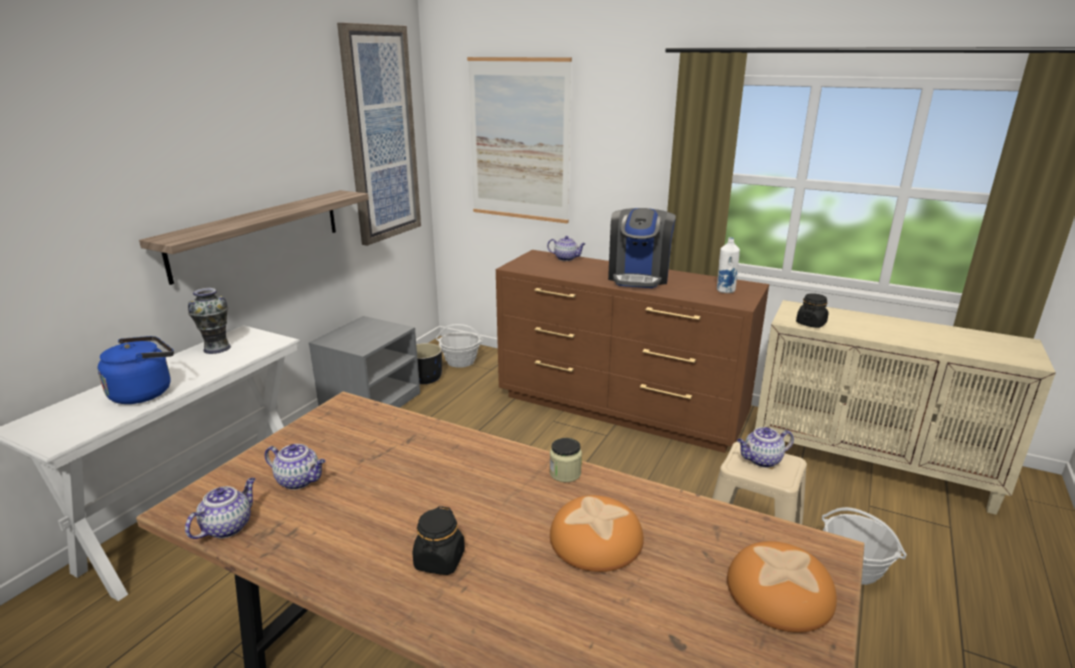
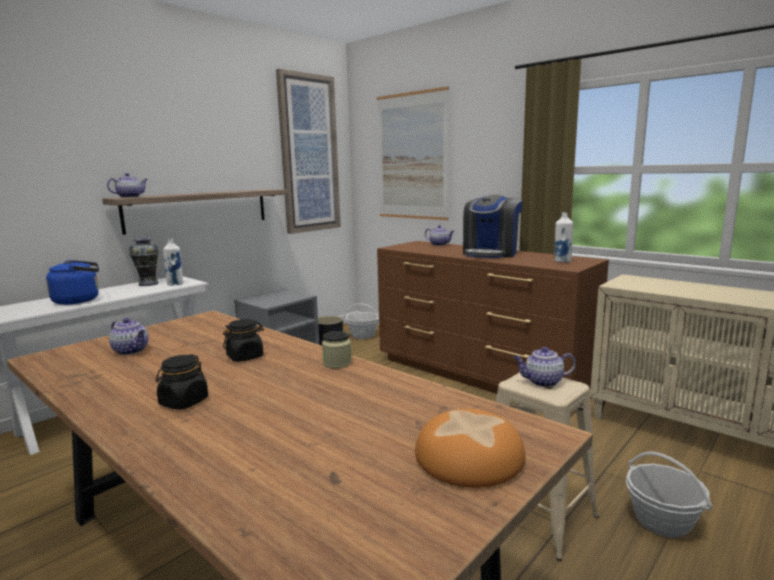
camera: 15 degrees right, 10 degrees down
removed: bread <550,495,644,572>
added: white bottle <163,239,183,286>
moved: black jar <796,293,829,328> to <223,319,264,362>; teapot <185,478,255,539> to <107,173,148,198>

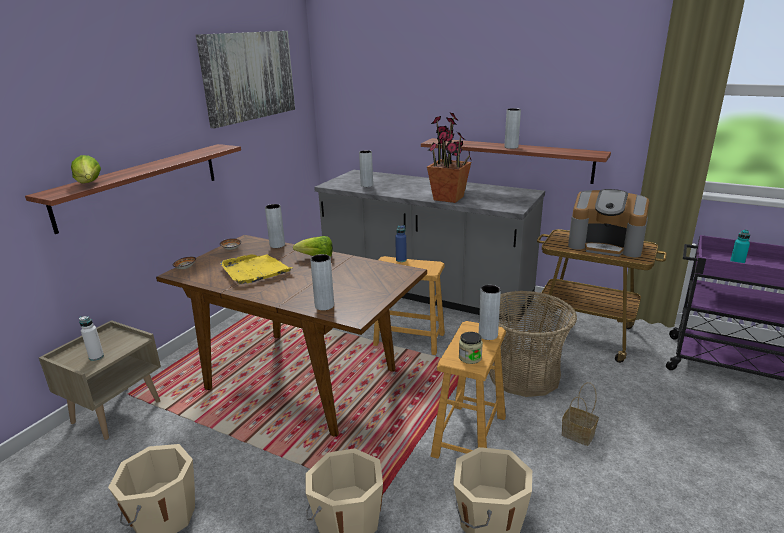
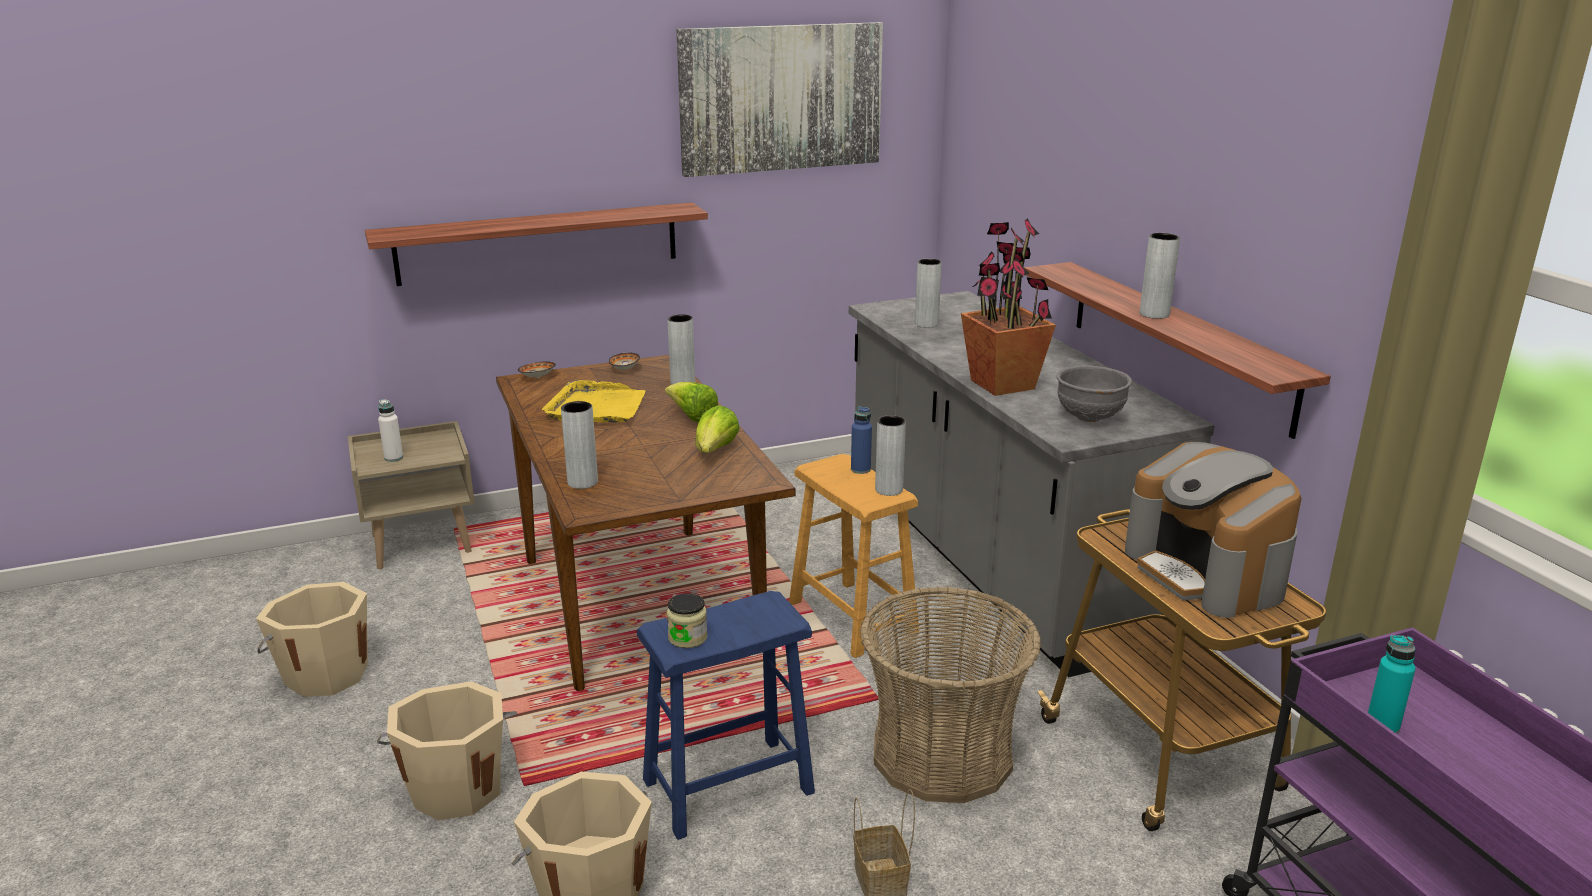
camera: 40 degrees right, 0 degrees up
added: grey bowl <1056,366,1132,422>
moved: lettuce <71,155,101,184> to <695,405,739,453>; grey vase <479,285,501,340> to <875,415,906,496>
recoloured: brown stool <431,321,506,459> to blue stool <637,591,815,840>

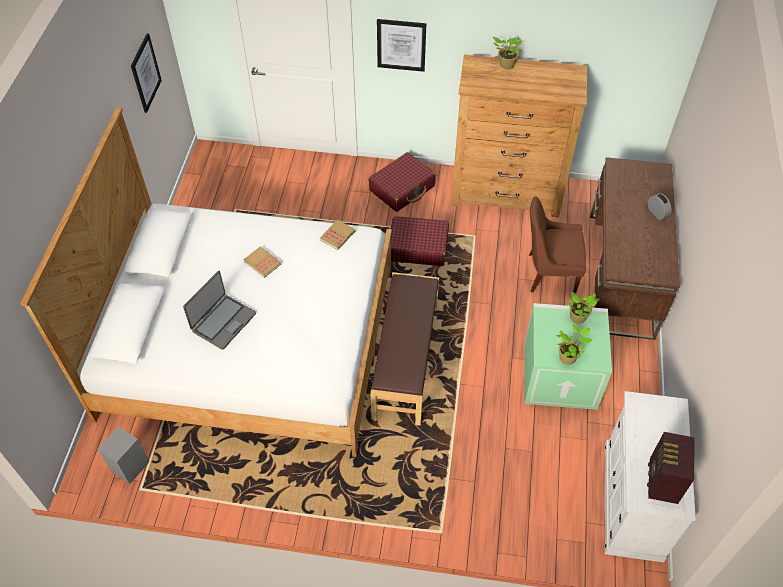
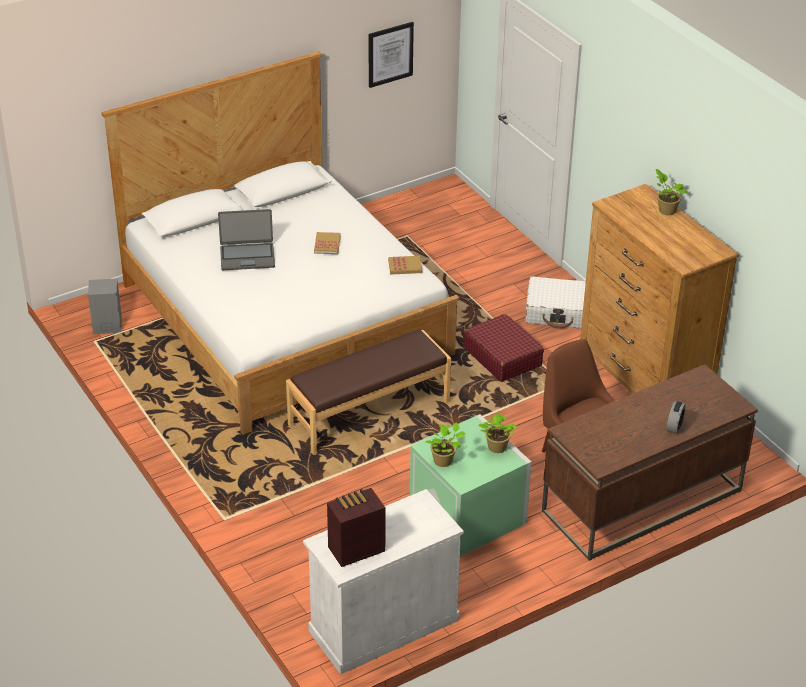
camera: 50 degrees right, 15 degrees down
removed: picture <377,19,426,72>
recoloured: red suitcase <368,152,436,212> to white suitcase <526,276,586,329>

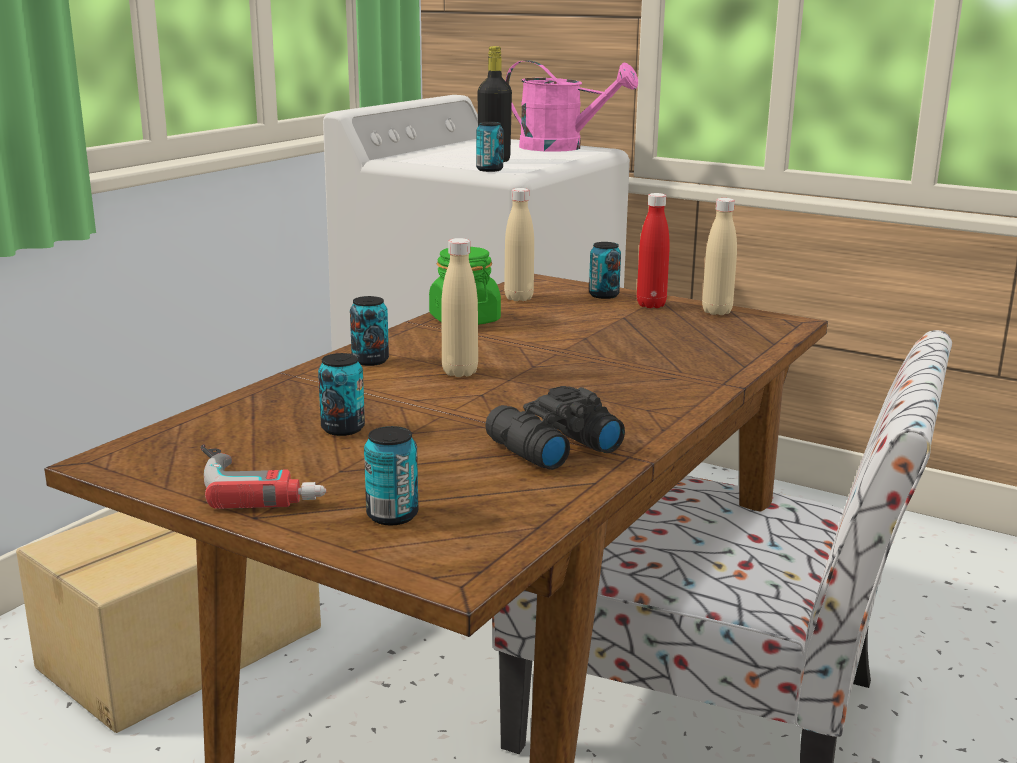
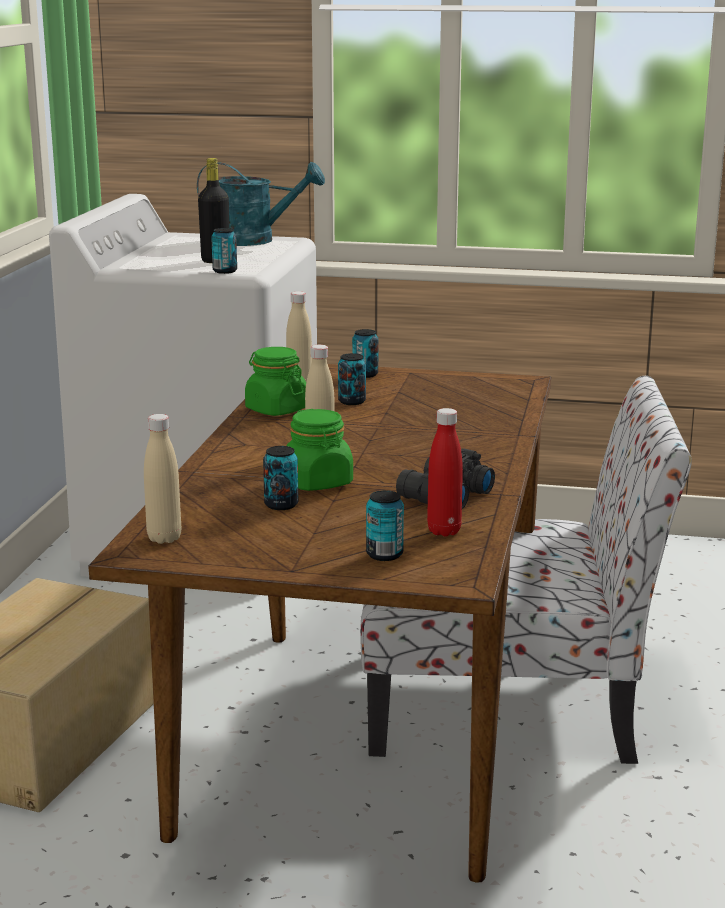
camera: 20 degrees left, 0 degrees up
removed: power drill <200,444,326,509>
added: green jar <286,409,353,491>
moved: red bottle <637,193,670,308> to <427,408,463,537>; beige bottle <702,198,737,315> to <144,414,181,544>; can <350,296,389,366> to <338,353,366,405>
recoloured: pink watering can <506,60,638,152> to turquoise watering can <197,162,325,246>

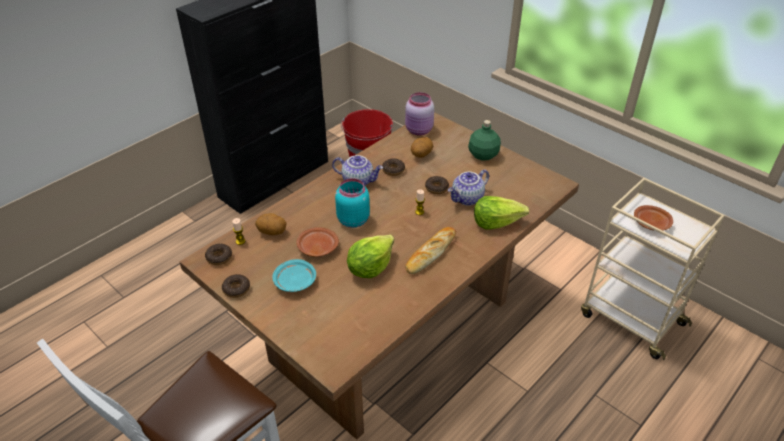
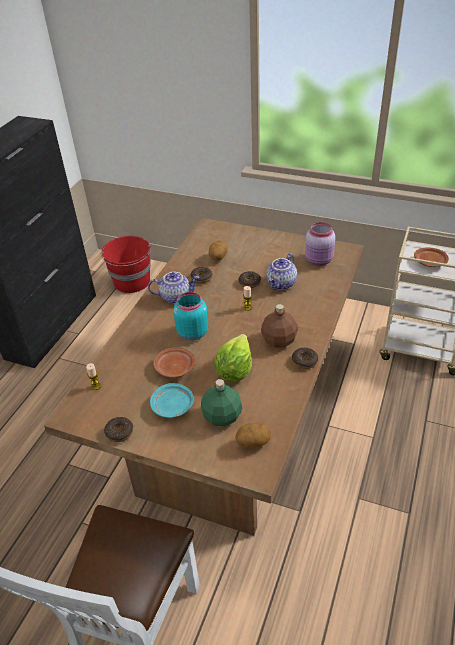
camera: 20 degrees left, 0 degrees up
removed: lettuce <474,196,529,230>
moved: pink jar <405,92,434,135> to <305,222,336,266>; green bottle <468,120,501,161> to <201,379,242,426>; potato <255,213,286,235> to <236,423,271,449>; donut <205,244,232,265> to <292,348,318,369>
replaced: bread <405,227,456,274> to brown bottle <261,304,298,348>

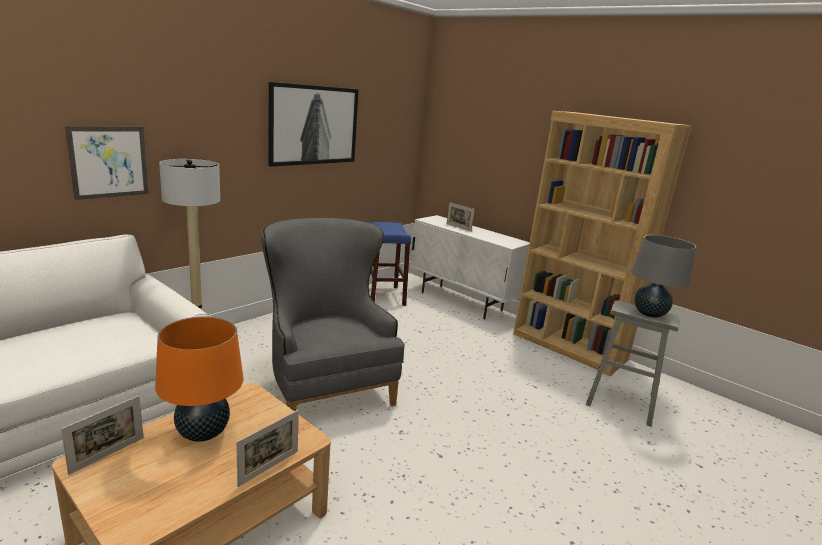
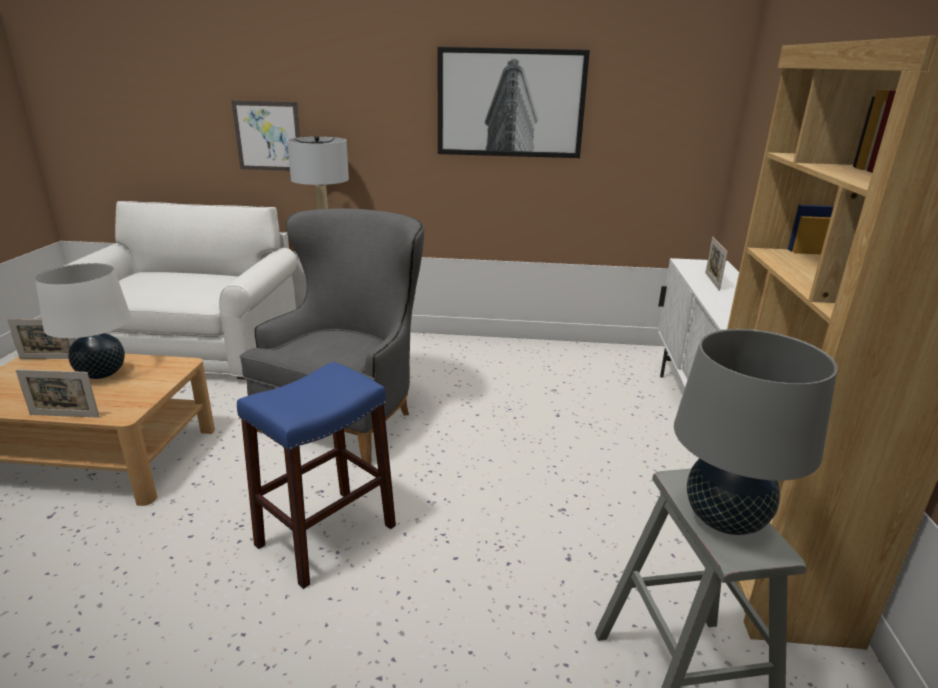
camera: 55 degrees right, 5 degrees up
moved: blue stool <370,222,411,306> to <237,362,396,589>
recoloured: orange table lamp <155,316,244,442> to white table lamp <35,263,131,379>

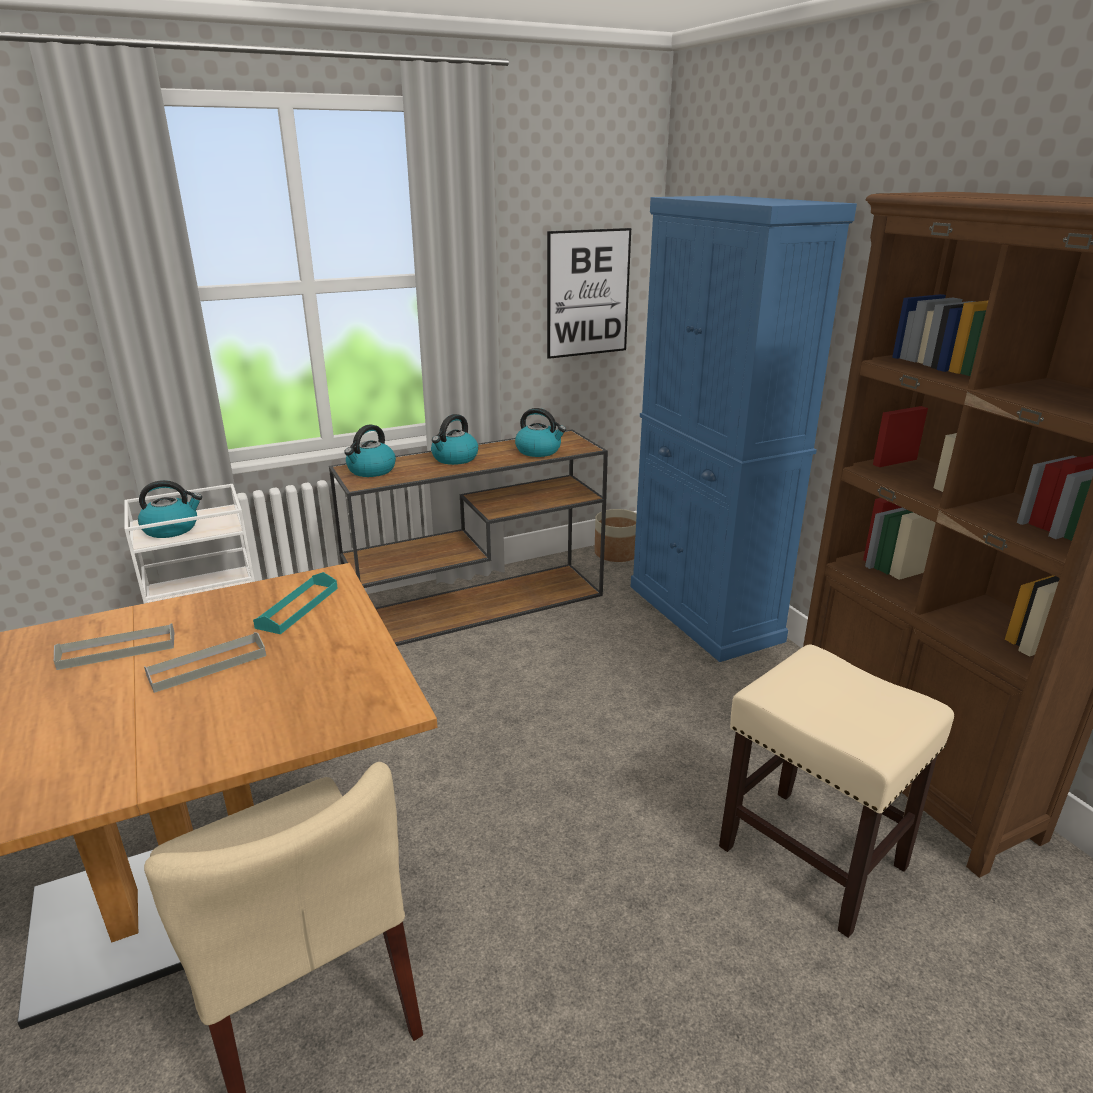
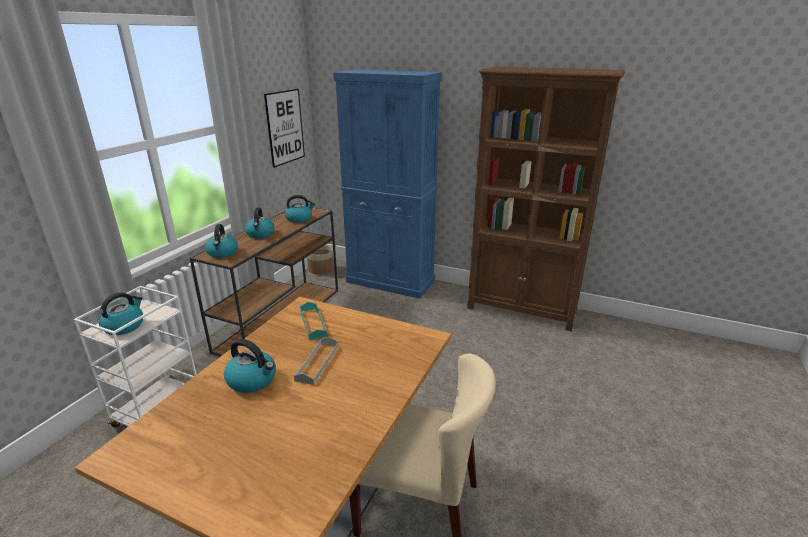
camera: 40 degrees left, 0 degrees up
removed: beige stool <719,644,954,938>
replaced: grey tray <54,623,174,670> to kettle <224,339,276,393>

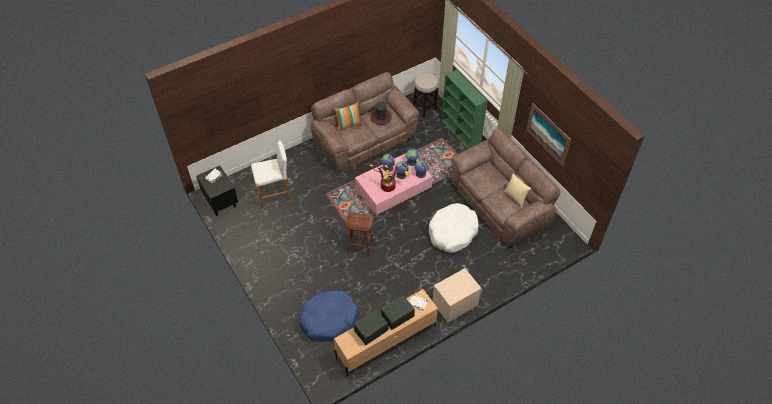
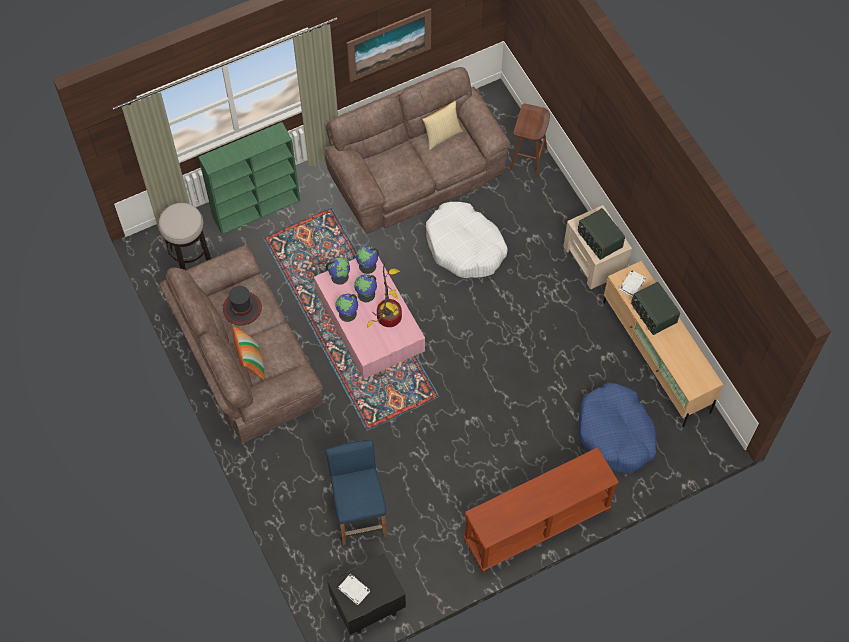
camera: 85 degrees left, 10 degrees up
added: brown console table <463,447,619,573>
moved: brown stool <345,212,374,257> to <510,104,550,177>; radio <354,309,388,345> to <578,208,625,260>
recoloured: white stool <251,140,293,208> to blue stool <325,440,387,545>

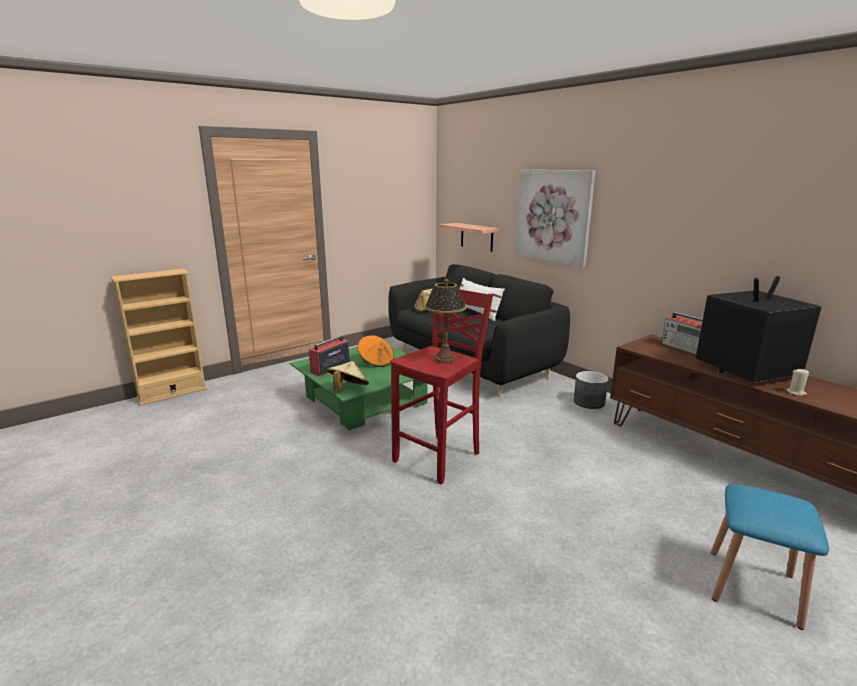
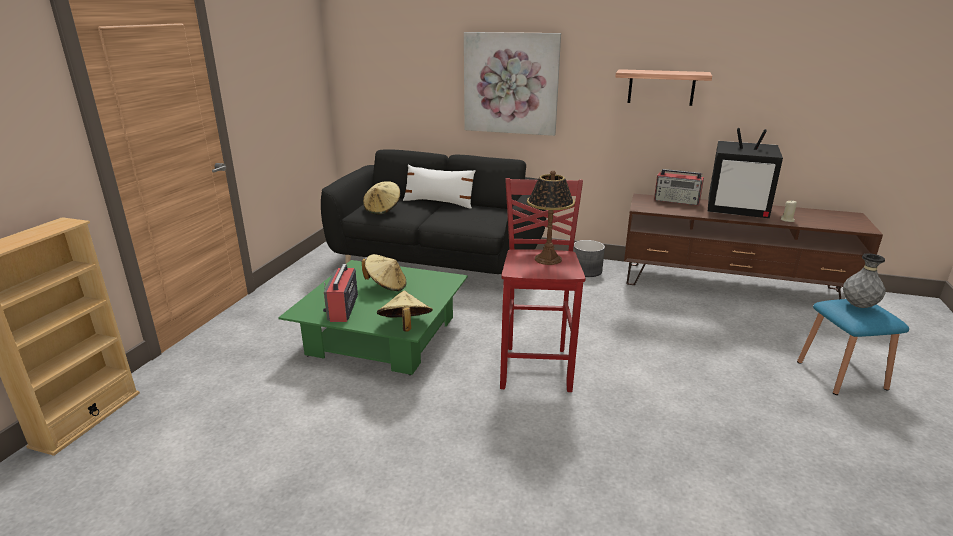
camera: 35 degrees left, 5 degrees up
added: grey vase <843,253,886,308>
moved: shelf <439,223,500,252> to <615,69,712,106>
recoloured: orange hat <358,335,394,367> to beige hat <362,254,407,291>
turned: television <696,276,822,383> = <708,128,783,218> 105 degrees counterclockwise

